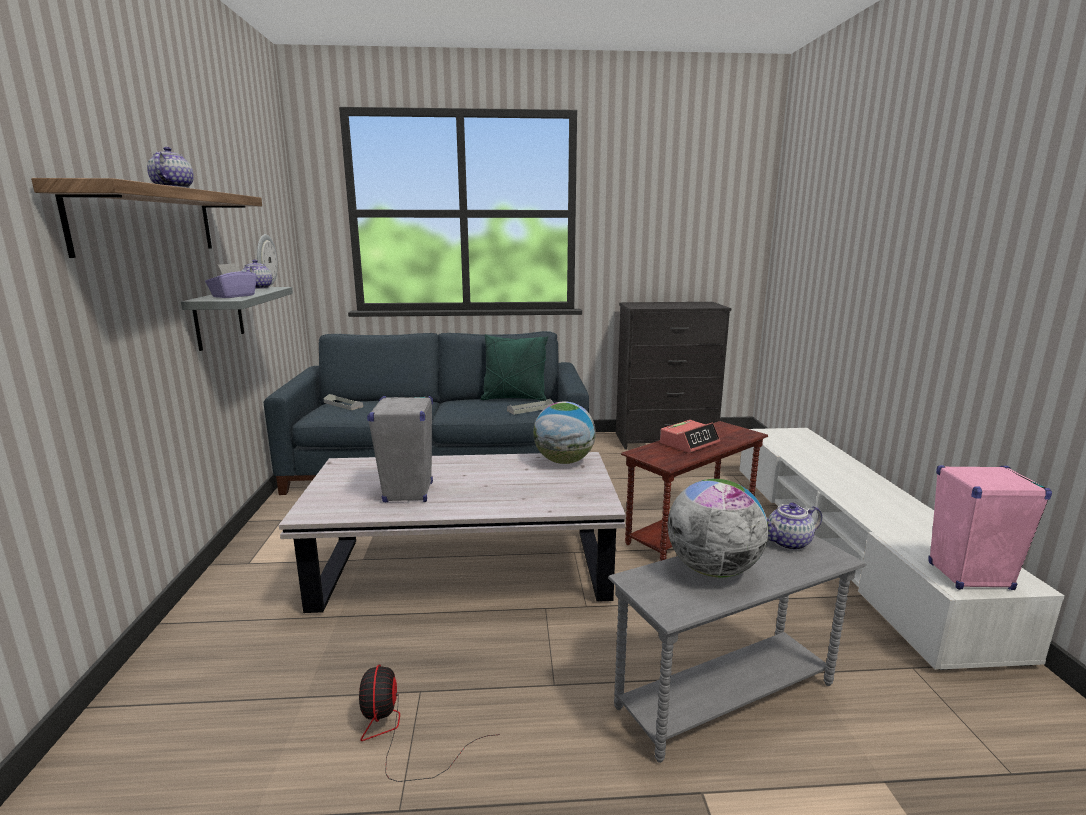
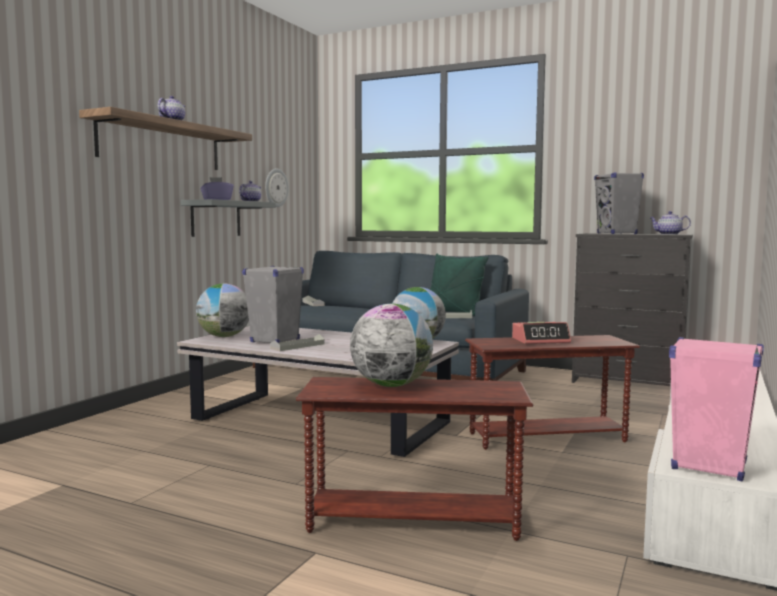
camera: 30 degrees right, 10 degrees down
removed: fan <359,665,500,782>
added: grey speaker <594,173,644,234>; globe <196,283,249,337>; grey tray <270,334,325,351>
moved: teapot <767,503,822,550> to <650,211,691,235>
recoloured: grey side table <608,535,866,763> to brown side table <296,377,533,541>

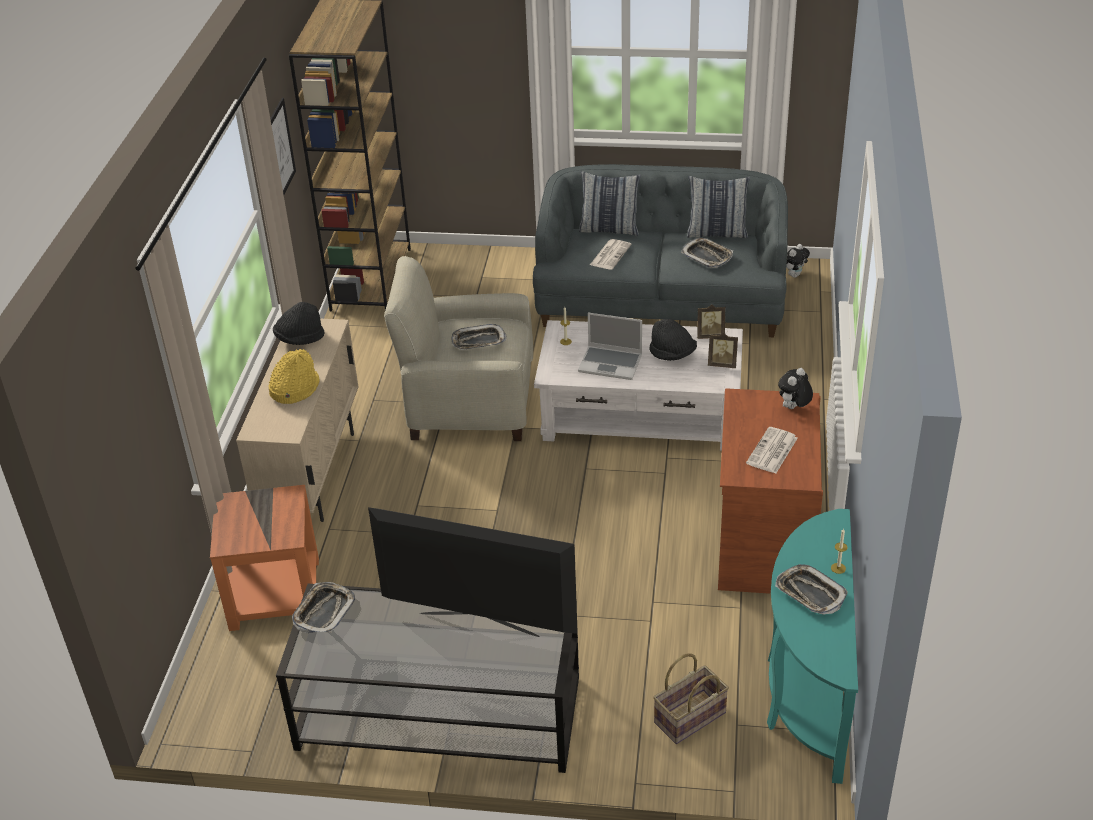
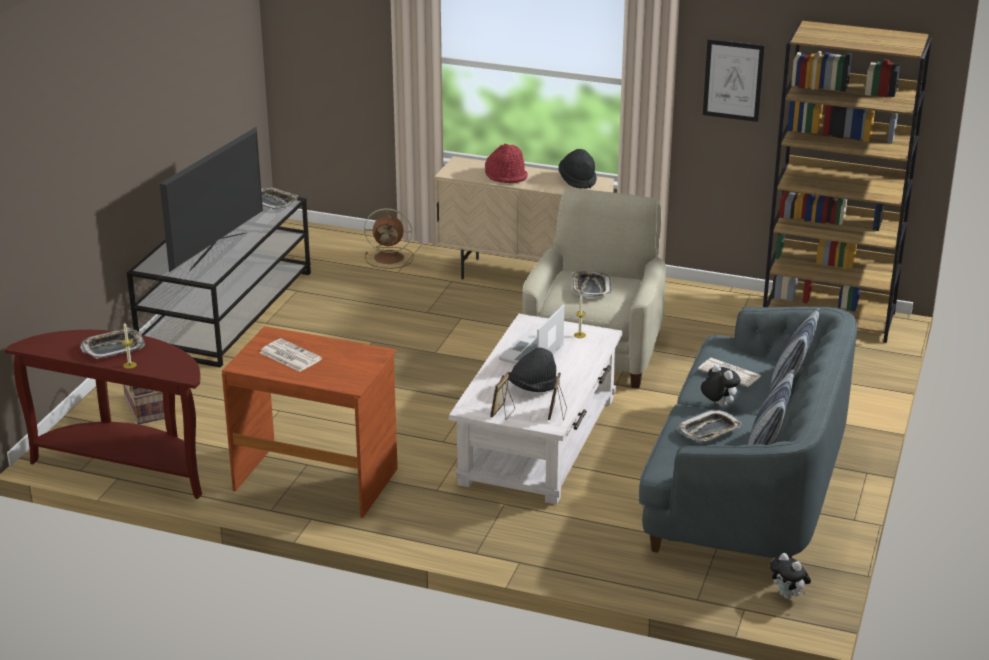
camera: 100 degrees right, 10 degrees down
moved: plush toy <778,368,813,409> to <701,364,741,407>
replaced: orange side table <210,485,319,631> to brown fan <364,208,414,269>
recoloured: yellow hat <269,349,320,404> to red hat <485,144,528,183>; turquoise console table <767,509,858,784> to brown console table <4,330,202,499>

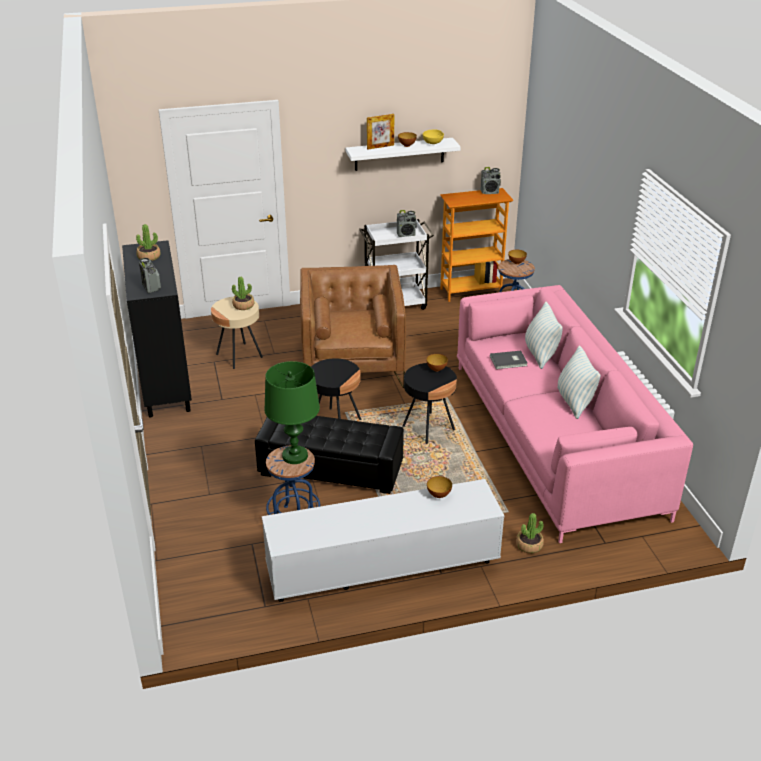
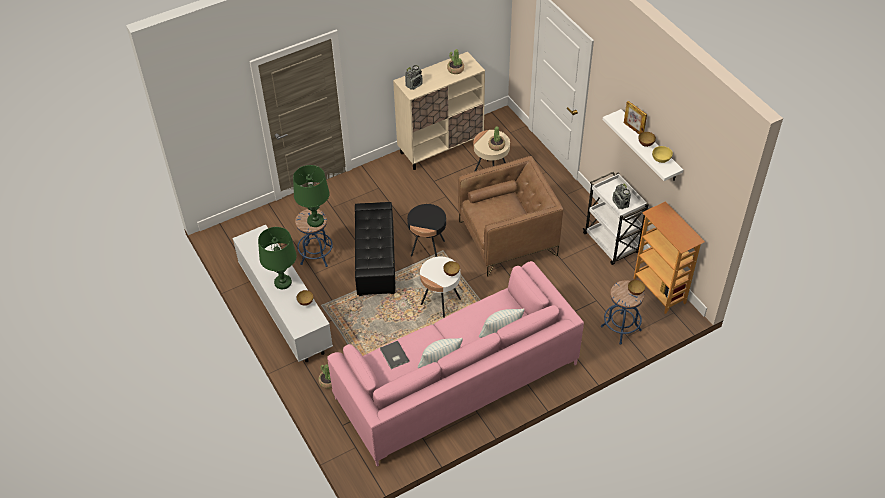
camera: 75 degrees right, 15 degrees up
removed: radio <480,167,501,194>
added: green table lamp <258,227,297,289>
moved: grey book <490,351,528,369> to <380,341,409,369>
recoloured: black cabinet <122,240,192,417> to beige cabinet <393,52,485,170>; black side table <402,363,457,444> to white side table <420,256,461,318>

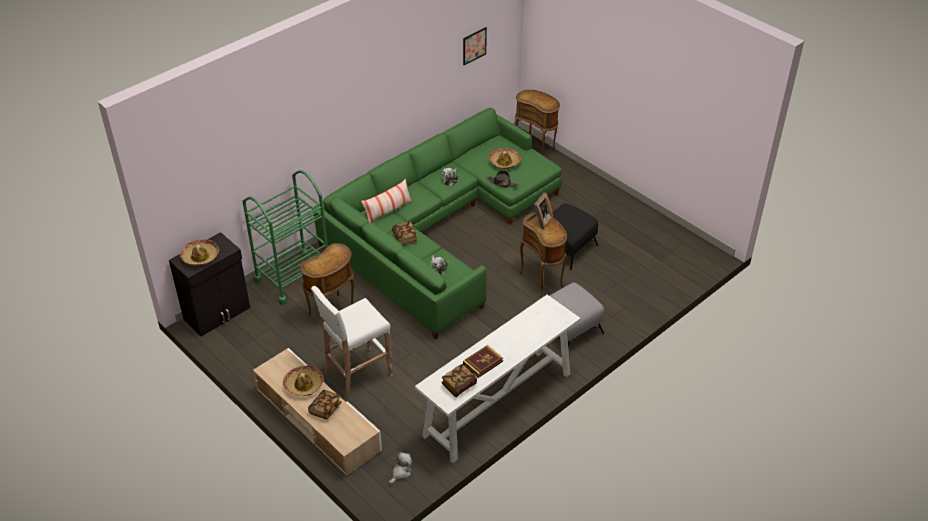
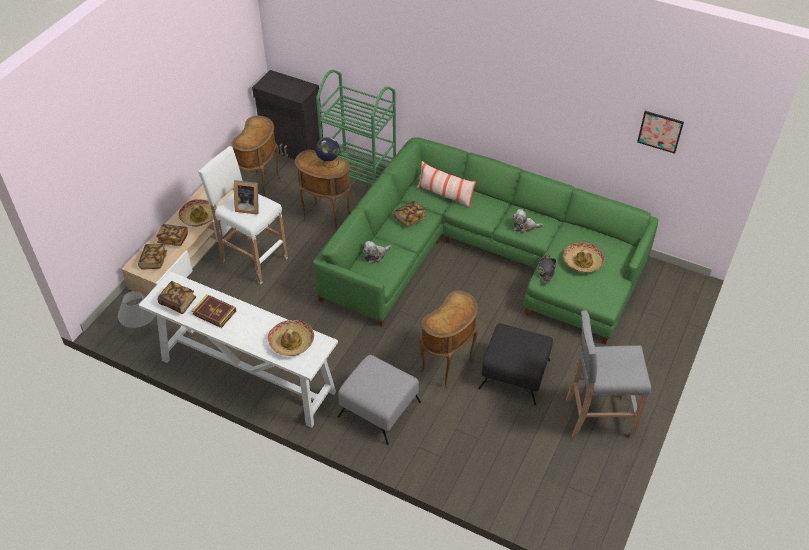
camera: 70 degrees right, 5 degrees up
added: globe <316,137,340,168>; book <138,244,167,270>; grey stool <566,310,652,438>
moved: brown side table <515,90,560,155> to <232,116,281,197>; picture frame <526,193,553,229> to <234,180,259,215>; hat <180,239,219,266> to <268,320,314,356>
replaced: plush toy <389,452,412,484> to grey table lamp <118,291,156,328>

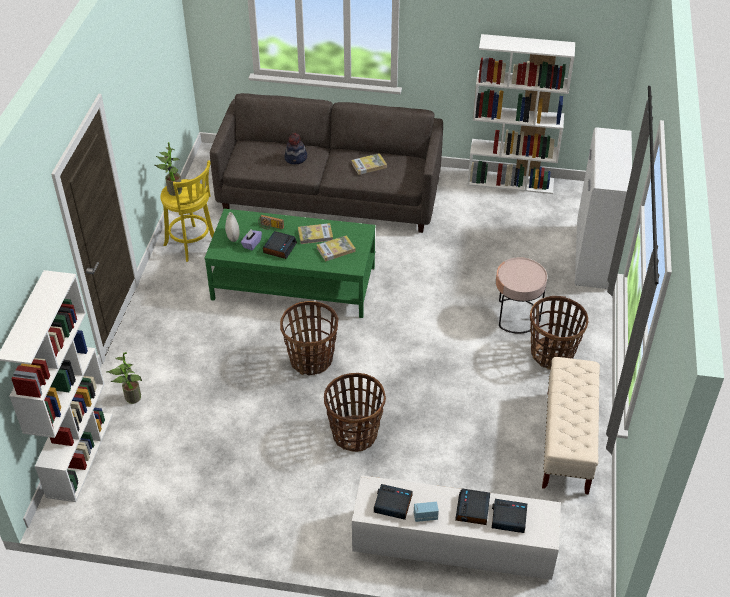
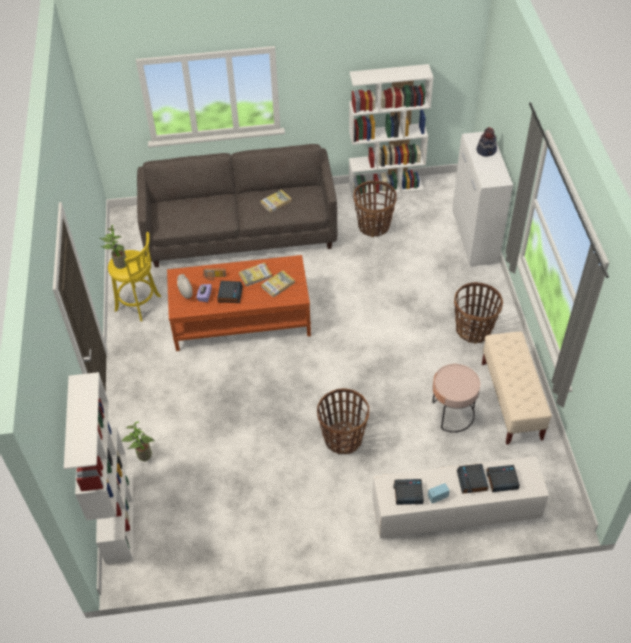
camera: 15 degrees left, 5 degrees up
moved: hat <284,133,307,164> to <477,127,497,157>; pink side table <496,257,547,334> to <432,364,480,432>; basket <280,301,339,375> to <353,181,397,237>
recoloured: green coffee table <204,209,376,318> to brown coffee table <167,255,311,351>

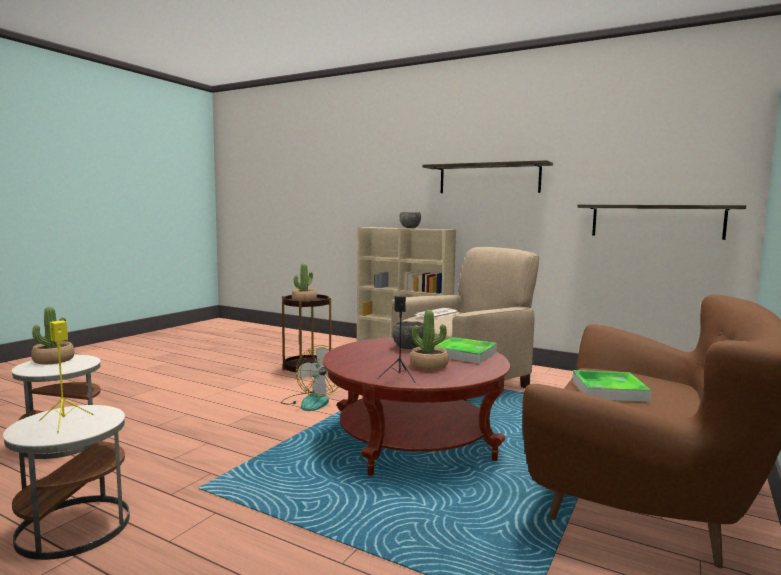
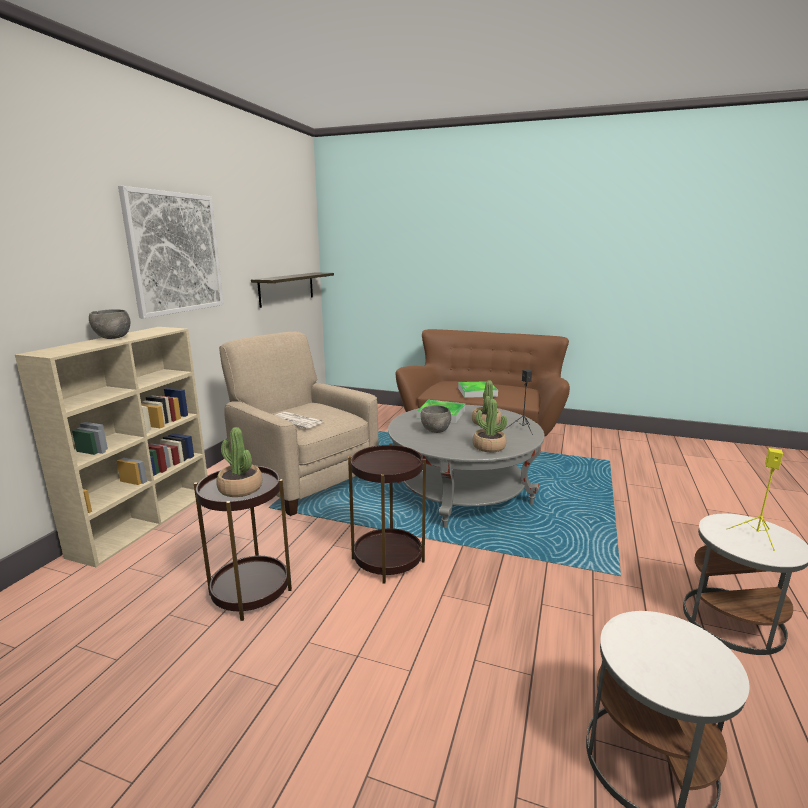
camera: 100 degrees left, 10 degrees up
moved: potted plant <31,307,74,364> to <473,399,507,452>
replaced: shelf <422,160,553,193> to picture <118,186,224,318>; fan <281,345,338,411> to brown side table <348,443,426,583>
recoloured: red coffee table <323,337,510,476> to grey coffee table <388,405,544,528>

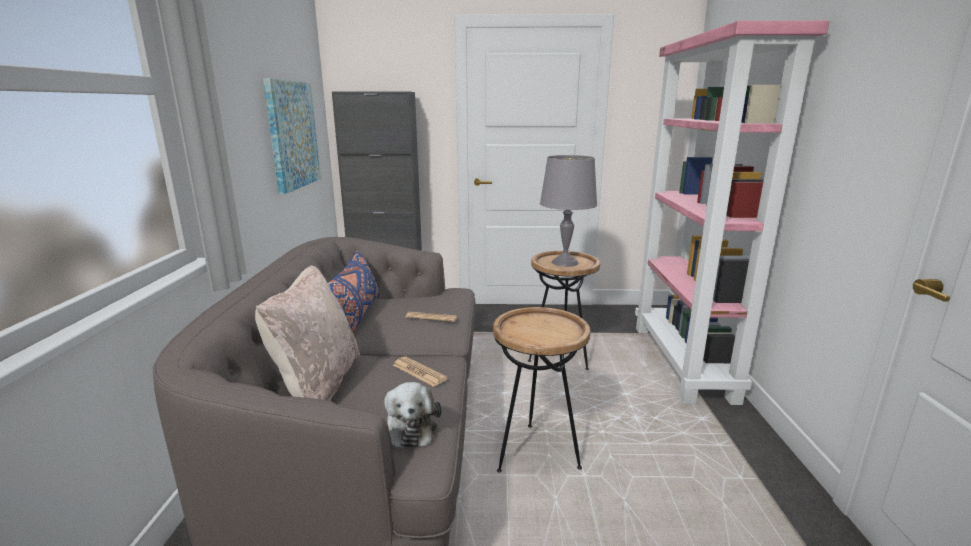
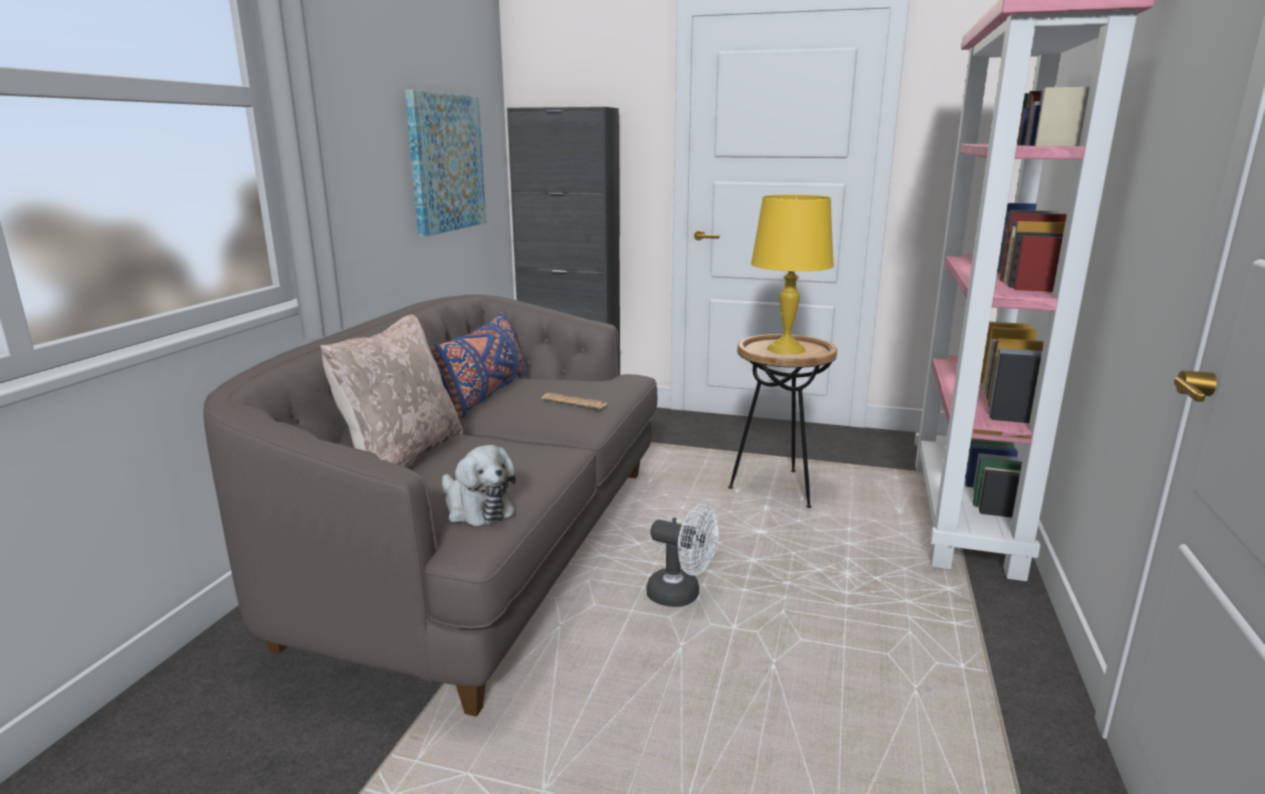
camera: 15 degrees right, 0 degrees up
removed: newspaper <392,357,448,387>
replaced: brown side table <493,307,591,473> to white fan <647,504,719,607>
recoloured: grey table lamp <540,155,597,267> to yellow table lamp <751,195,834,355>
turned: plush toy <384,382,442,449> = <442,445,516,526> 45 degrees counterclockwise

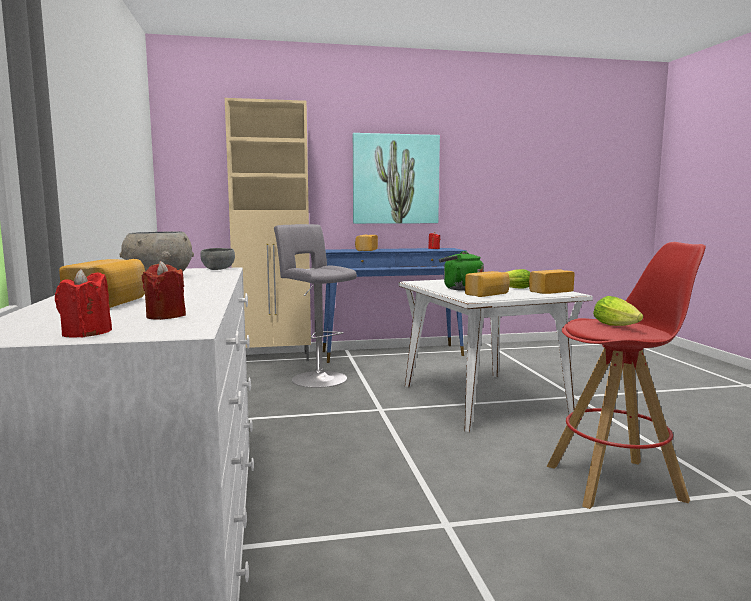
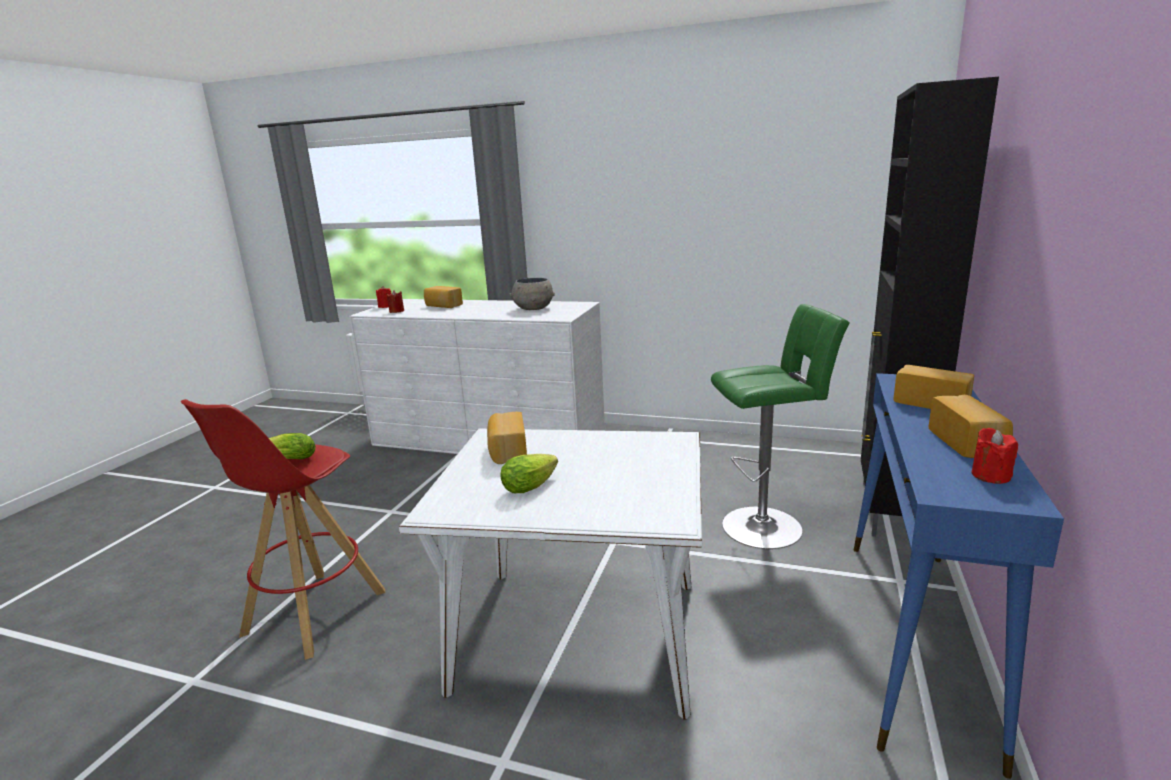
camera: 120 degrees right, 10 degrees up
removed: picture <353,133,440,224>; grey bowl <200,248,235,270>; green kettle <439,251,484,291>
moved: bread <529,269,575,294> to <929,395,1013,458>
recoloured: beige cabinet <225,98,311,361> to black cabinet <861,77,999,537>; grey stool <274,224,357,388> to green stool <711,304,850,549>

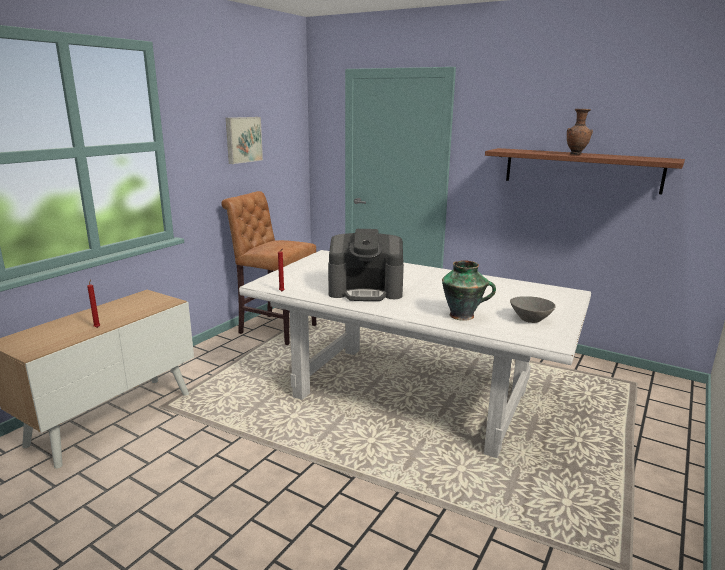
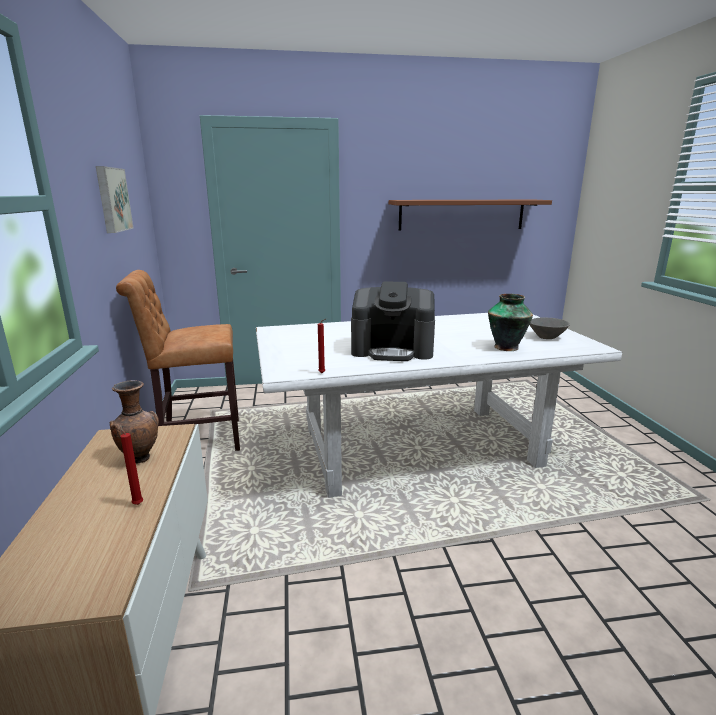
camera: 40 degrees left, 0 degrees up
moved: brown vase <567,109,593,155> to <110,380,159,463>
turned: coffee machine <328,229,404,301> = <351,281,435,361> 45 degrees clockwise

